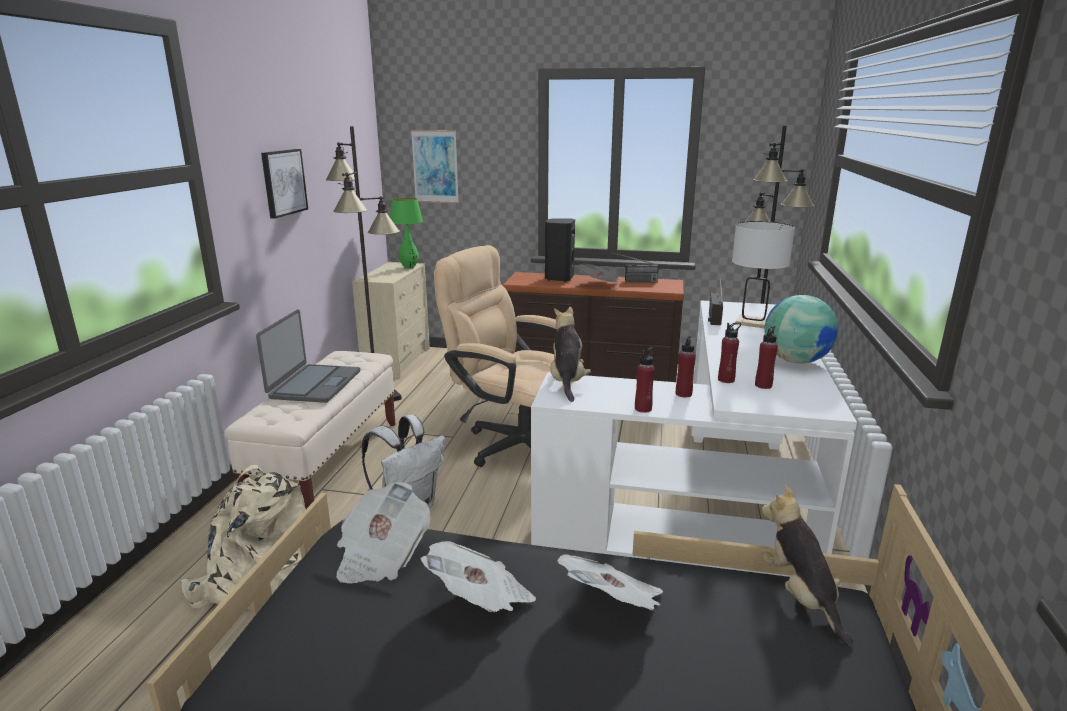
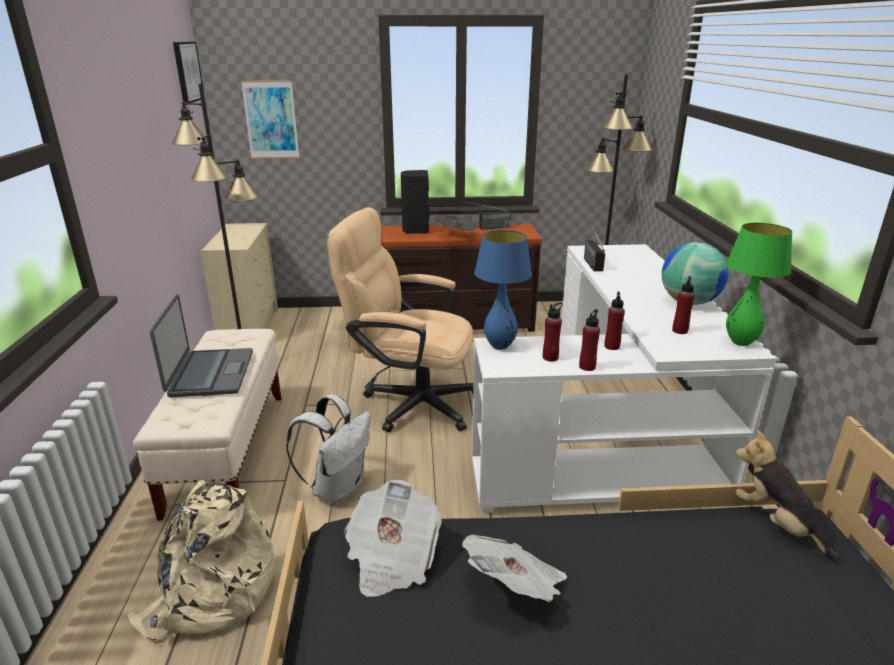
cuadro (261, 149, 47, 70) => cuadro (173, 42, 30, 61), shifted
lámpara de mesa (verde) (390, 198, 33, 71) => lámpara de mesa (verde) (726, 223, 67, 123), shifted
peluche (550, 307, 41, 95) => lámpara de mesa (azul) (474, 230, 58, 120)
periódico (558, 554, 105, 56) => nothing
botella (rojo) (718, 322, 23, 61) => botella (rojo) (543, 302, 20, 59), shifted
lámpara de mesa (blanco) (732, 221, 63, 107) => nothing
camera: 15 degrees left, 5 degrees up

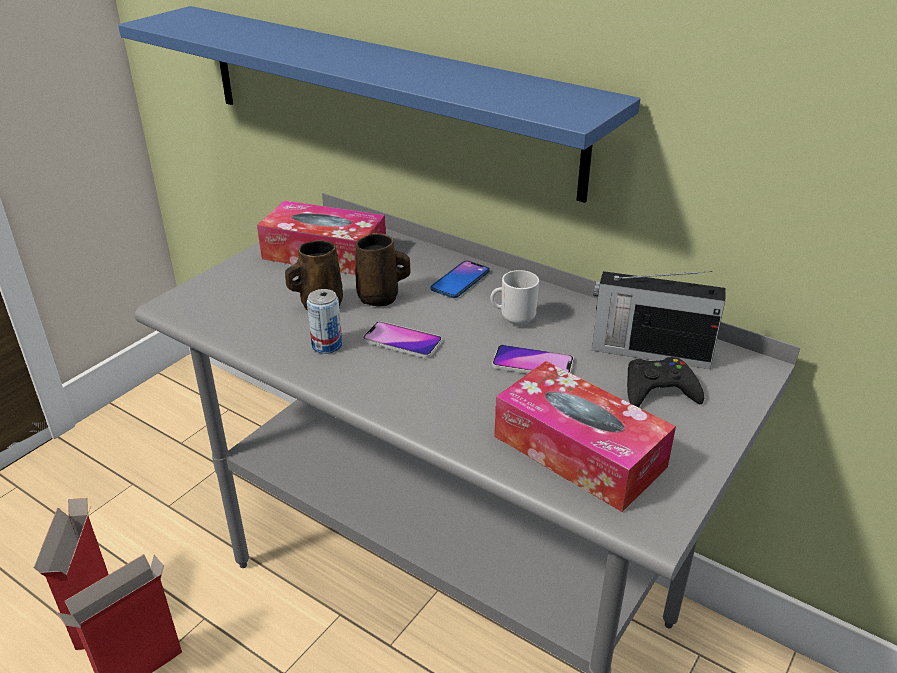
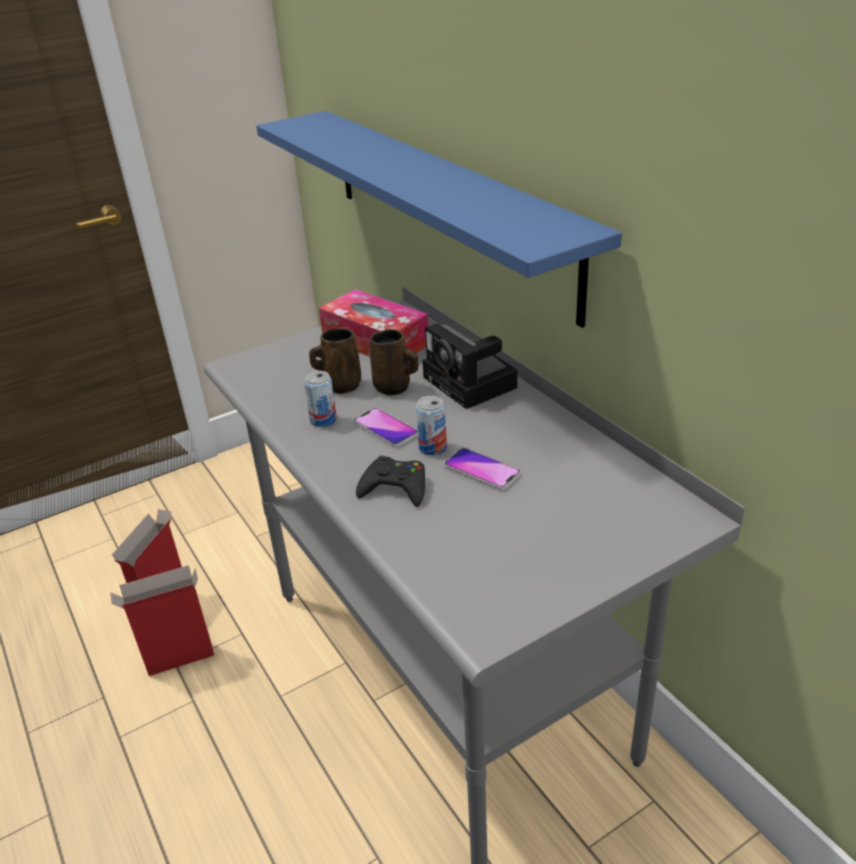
móvil (430, 261, 60, 37) => cámara (423, 323, 95, 86)
taza grande (490, 270, 49, 56) => nothing
caja de pañuelos (494, 361, 182, 151) => nothing
radio (592, 271, 134, 98) => nothing
mando de consola (negro) (627, 357, 77, 50) => mando de consola (negro) (356, 456, 69, 51), shifted
nothing => lata (416, 396, 31, 60)
camera: 25 degrees right, 0 degrees up

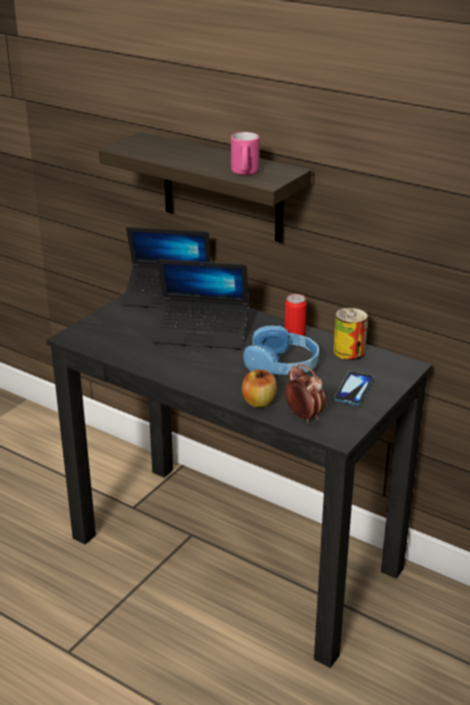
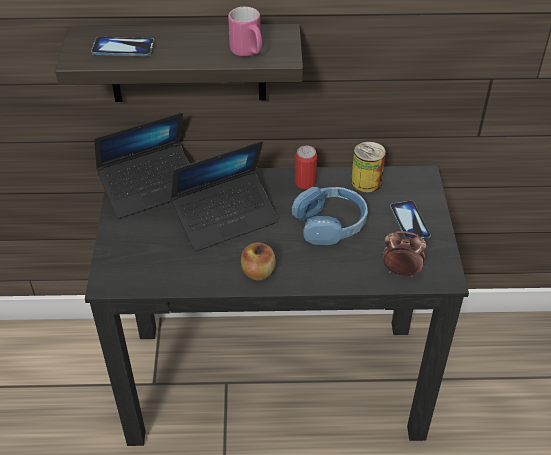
manzana (242, 369, 35, 38) => manzana (241, 243, 35, 37), shifted
nothing => móvil (91, 37, 64, 19)
camera: 35 degrees left, 15 degrees up

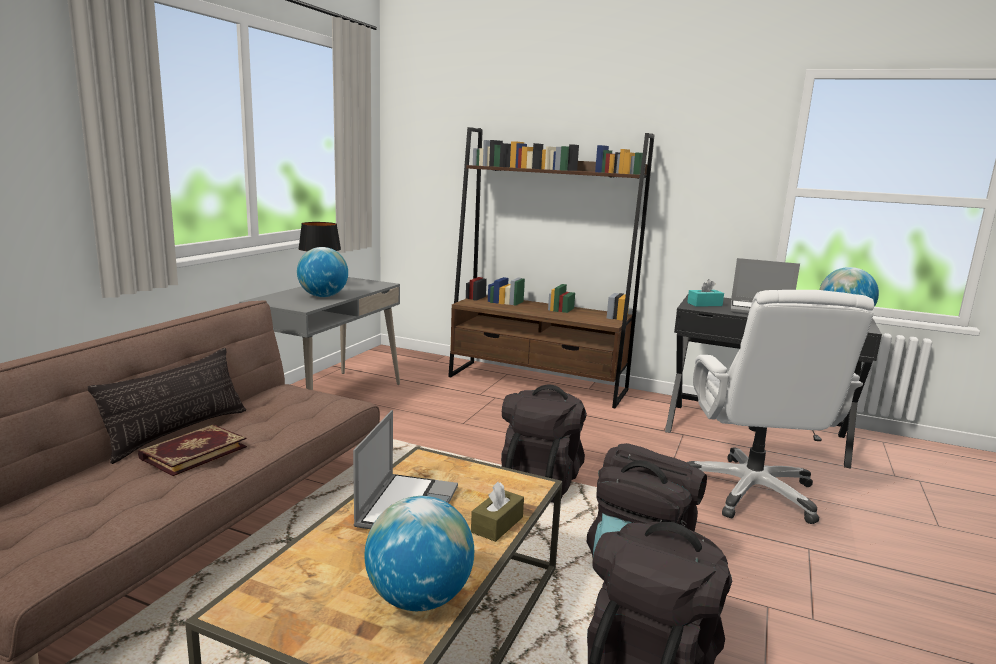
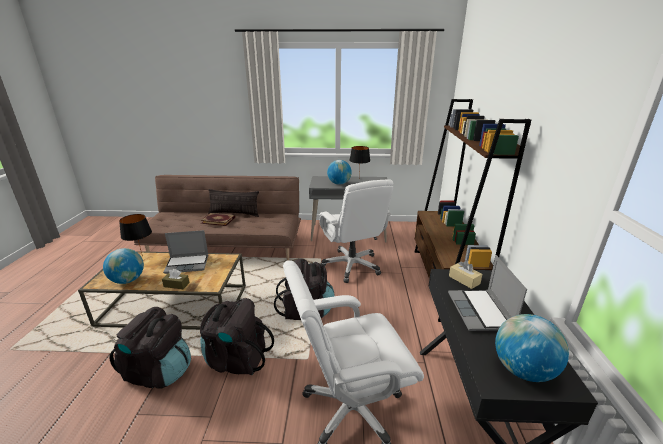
caja de pañuelos (turquesa) (687, 279, 37, 28) => caja de pañuelos (beis) (449, 260, 33, 29)
nothing => lámpara de mesa (negro) (119, 214, 33, 42)
nothing => silla de oficina (blanco) (319, 179, 75, 104)
camera: 70 degrees right, 10 degrees up

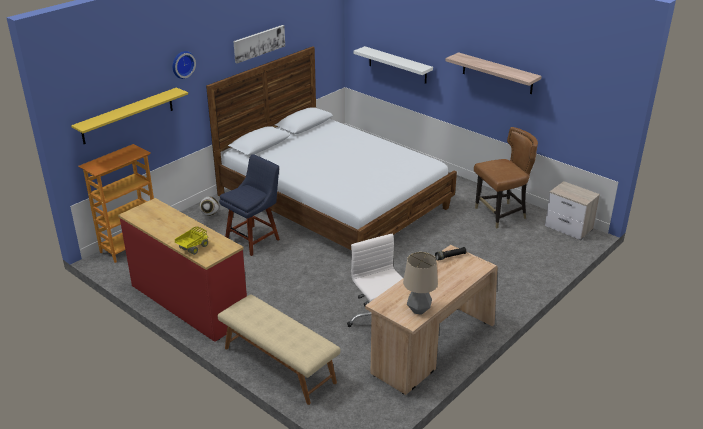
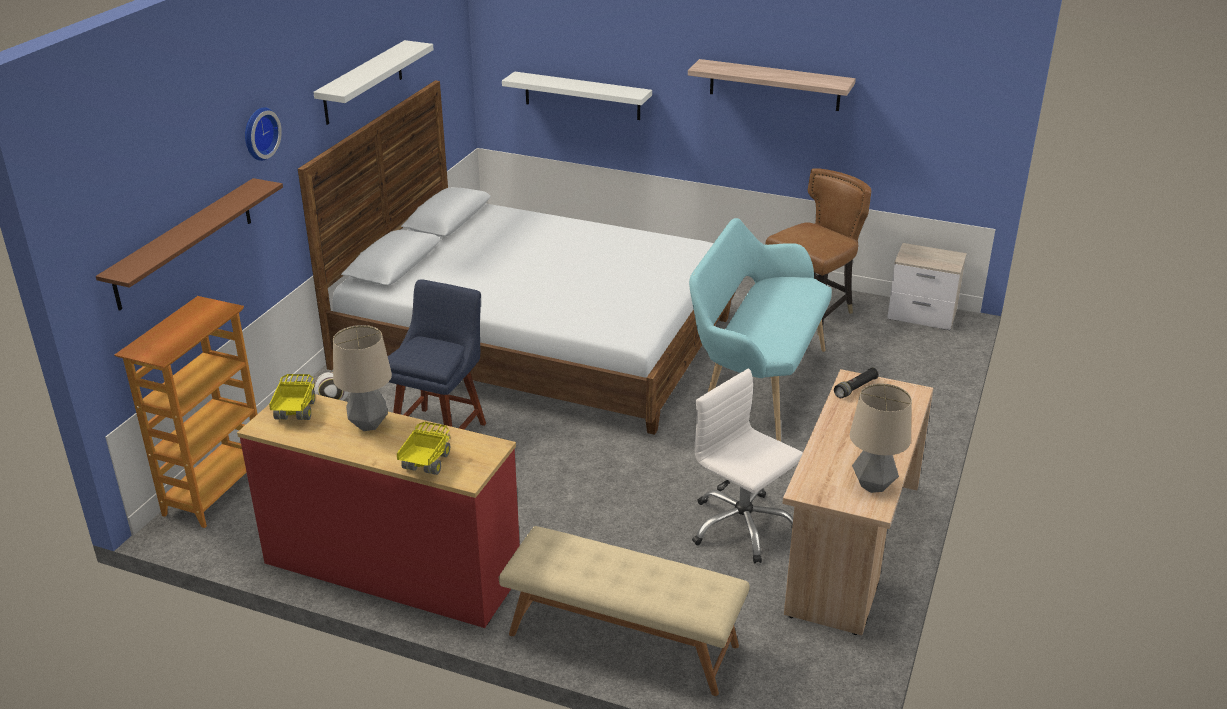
estante (amarillo) (71, 87, 117, 57) => estante (marrón) (96, 178, 187, 133)
cuadro (233, 25, 52, 38) => estante (blanco) (313, 40, 121, 85)
nothing => camión de juguete (269, 374, 46, 46)
nothing => lámpara de mesa (333, 325, 59, 106)
nothing => banco (turquesa) (689, 218, 143, 224)
camera: 20 degrees left, 0 degrees up

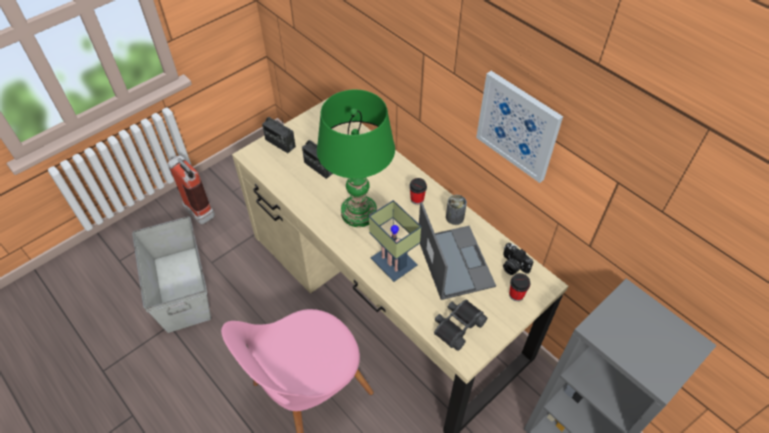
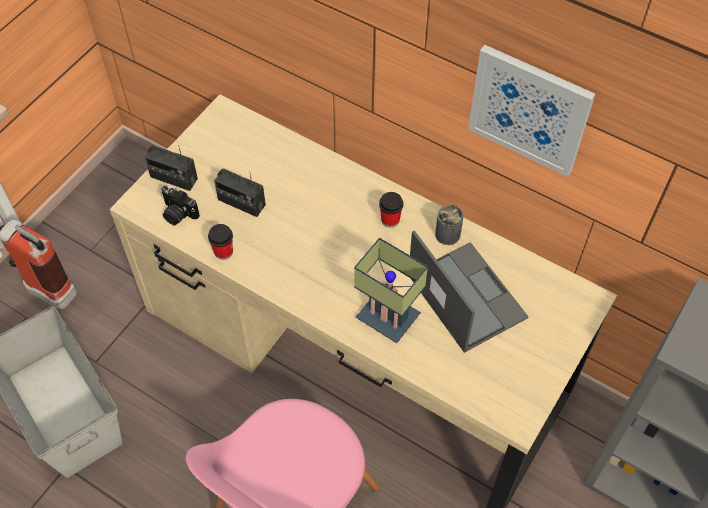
lámpara de mesa (verde) (317, 90, 78, 137) => nothing
prismáticos (negro) (434, 300, 53, 51) => nothing
cámara (503, 243, 30, 32) => cámara (160, 186, 40, 39), shifted
taza (509, 273, 21, 28) => taza (208, 224, 25, 36), shifted
camera: 15 degrees left, 5 degrees up

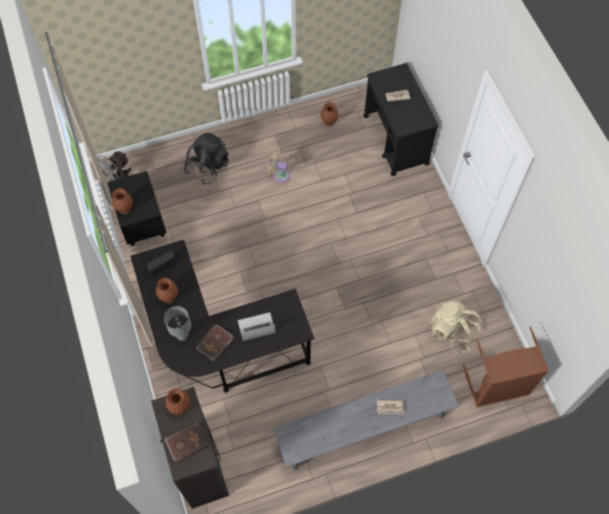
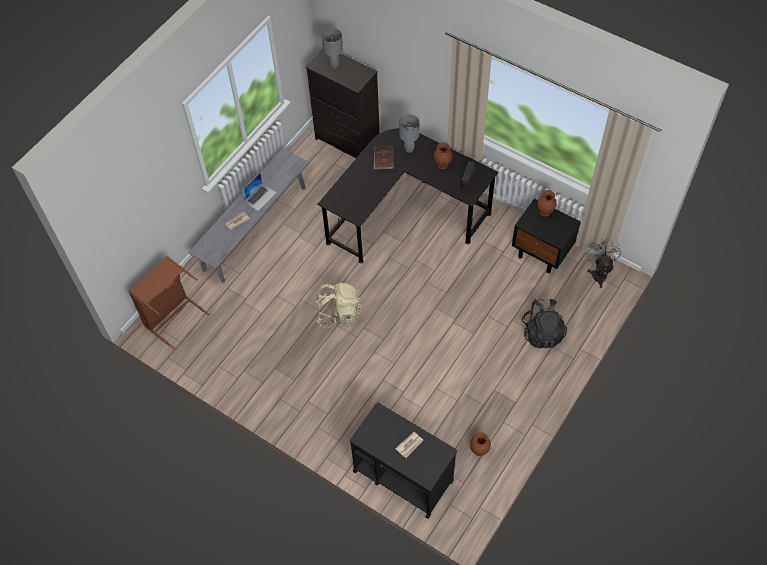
florero (marrón) (165, 388, 26, 27) => nothing
libro (marrón) (165, 423, 43, 39) => lámpara de mesa (gris) (322, 28, 21, 41)
portátil (238, 312, 38, 29) => portátil (241, 173, 36, 38), shifted
ventilador (beis) (268, 152, 22, 31) => nothing
mochila (beis) (430, 300, 52, 53) => mochila (beis) (316, 283, 46, 45), shifted
camera: 145 degrees right, 5 degrees down

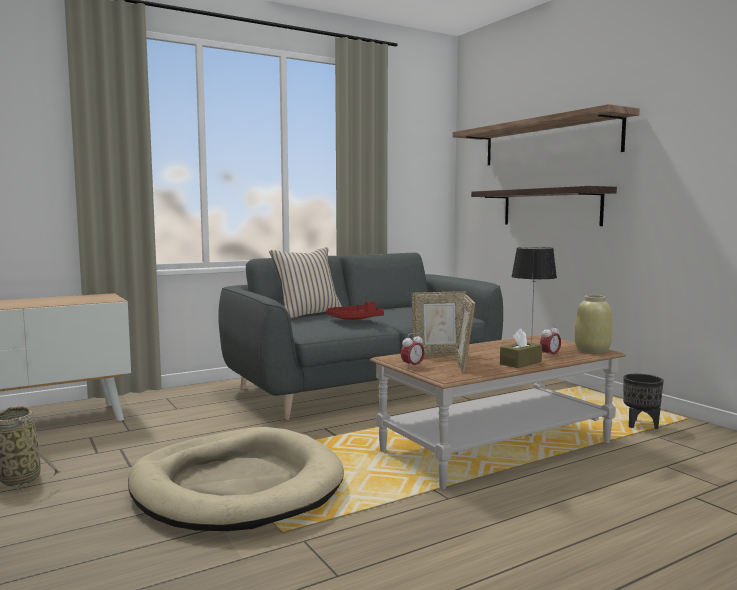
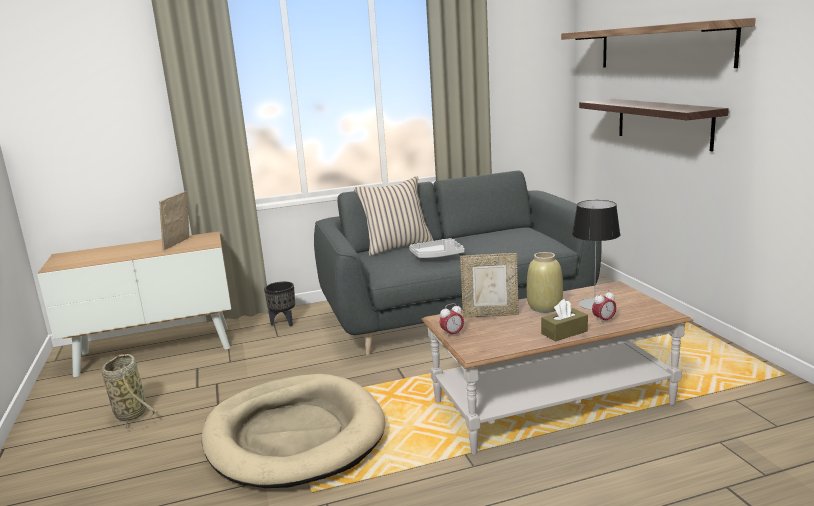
bandeja (rojo) (327, 301, 57, 19) => bandeja (gris) (409, 238, 55, 20)
portarretratos (455, 295, 20, 78) => portarretratos (159, 191, 30, 59), shifted
florero (beis) (575, 295, 37, 58) => florero (beis) (527, 252, 36, 61), shifted
maceta (negro) (623, 374, 41, 55) => maceta (negro) (264, 282, 31, 45), shifted
camera: 15 degrees right, 10 degrees up

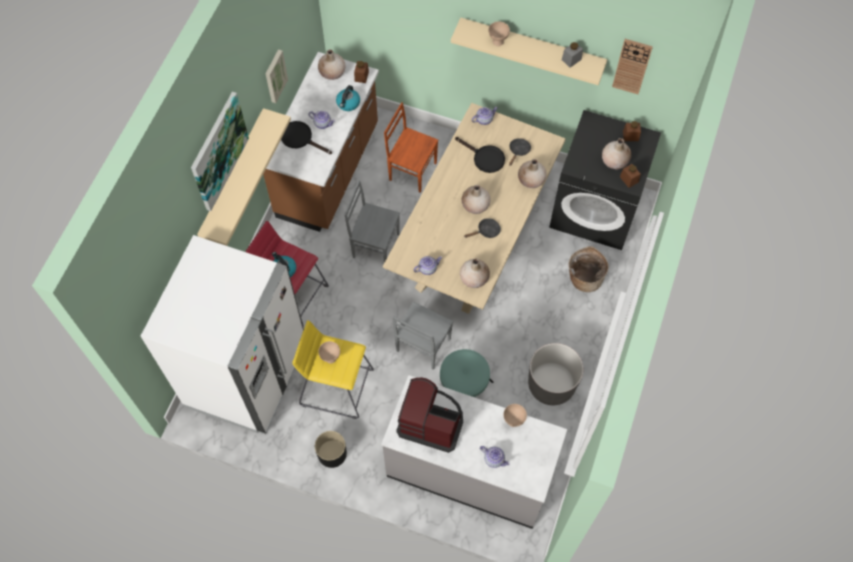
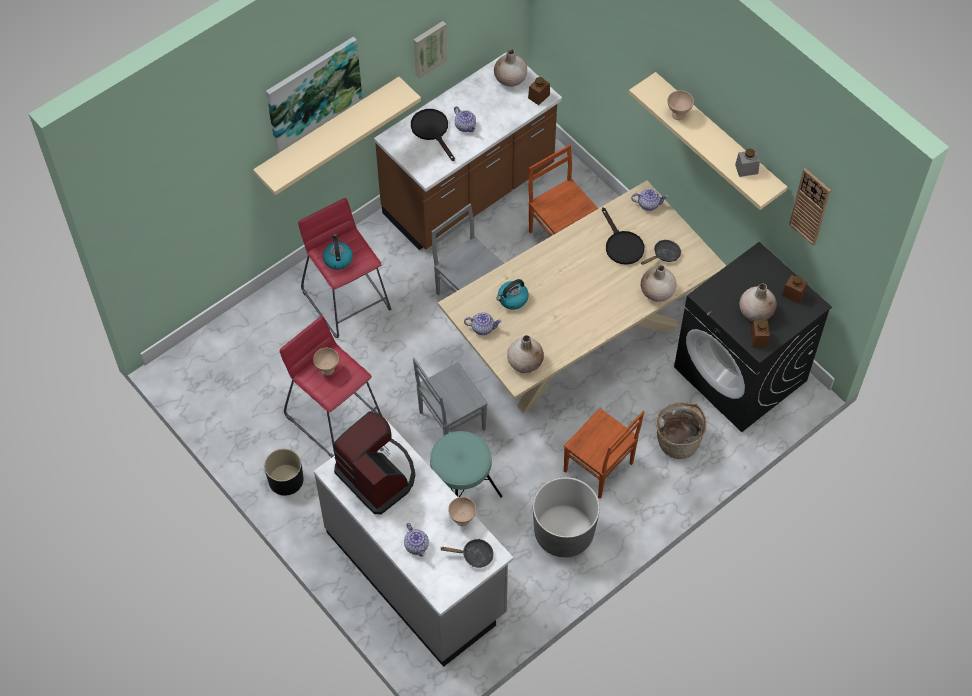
nevera (blanco) (141, 235, 163, 199) => nothing
taburete (amarillo) (292, 320, 82, 99) => taburete (rojo) (280, 316, 103, 142)
hervidor (336, 85, 24, 26) => hervidor (496, 279, 33, 31), shifted
florero (beis) (462, 185, 29, 29) => nothing
sartén (negro) (465, 218, 36, 20) => sartén (negro) (440, 539, 54, 29), shifted
nothing => silla (marrón) (564, 408, 81, 91)
camera: 30 degrees right, 5 degrees down

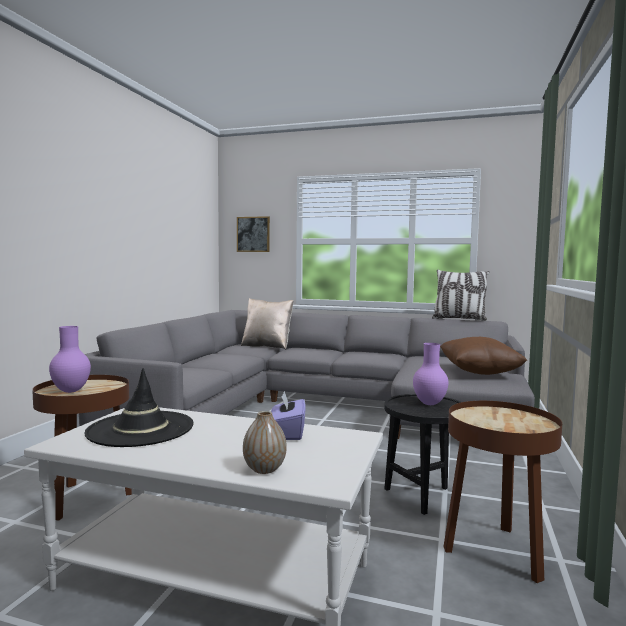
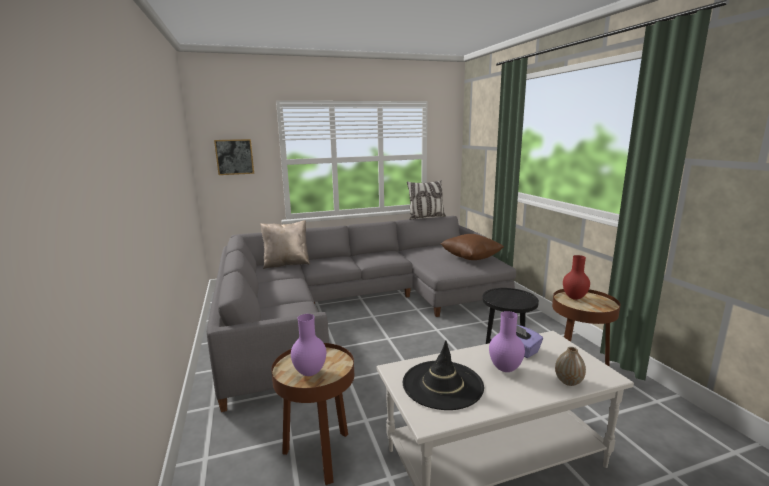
florero (morado) (413, 343, 36, 62) => florero (morado) (489, 311, 36, 61), shifted
nothing => florero (rojo) (563, 255, 27, 45)
camera: 35 degrees left, 10 degrees up

